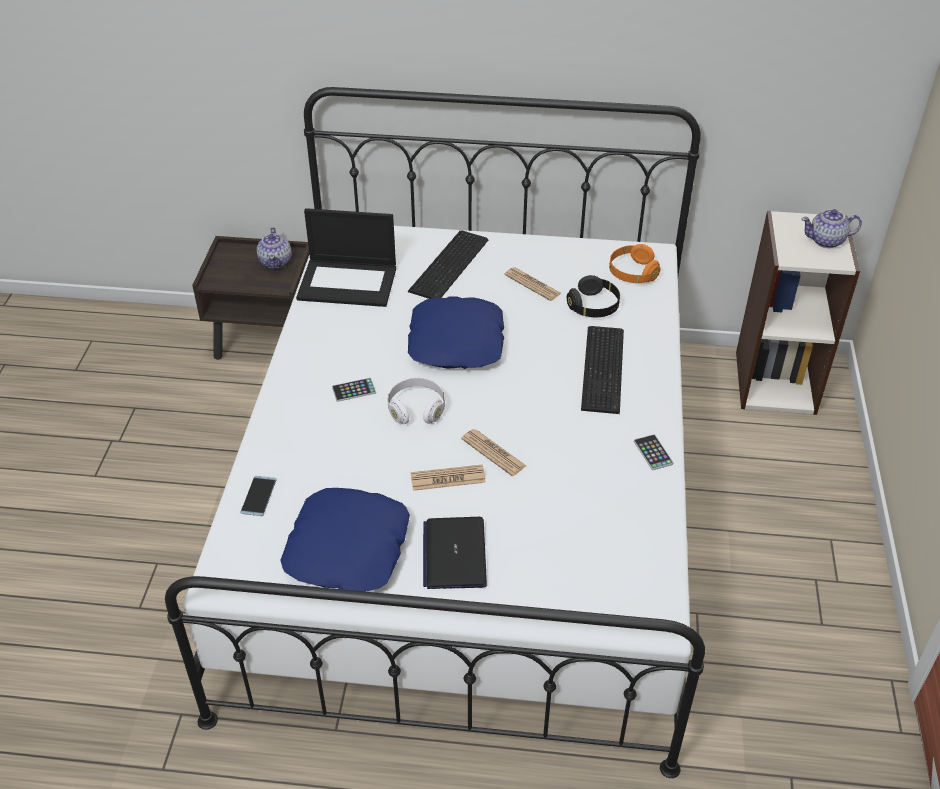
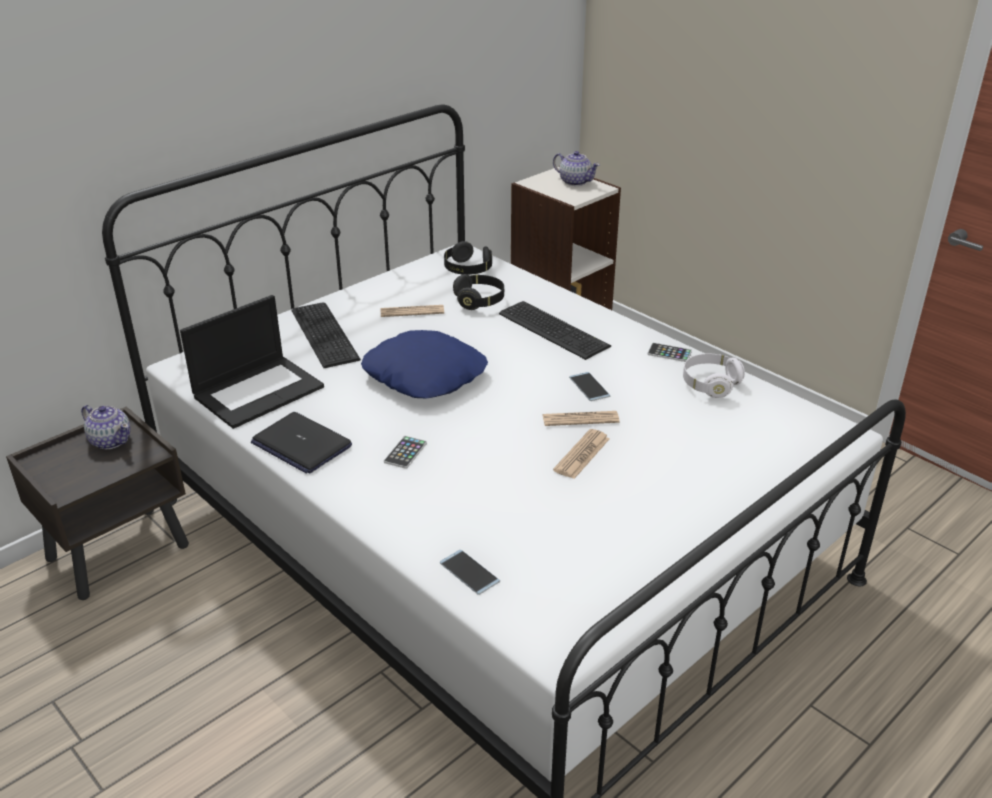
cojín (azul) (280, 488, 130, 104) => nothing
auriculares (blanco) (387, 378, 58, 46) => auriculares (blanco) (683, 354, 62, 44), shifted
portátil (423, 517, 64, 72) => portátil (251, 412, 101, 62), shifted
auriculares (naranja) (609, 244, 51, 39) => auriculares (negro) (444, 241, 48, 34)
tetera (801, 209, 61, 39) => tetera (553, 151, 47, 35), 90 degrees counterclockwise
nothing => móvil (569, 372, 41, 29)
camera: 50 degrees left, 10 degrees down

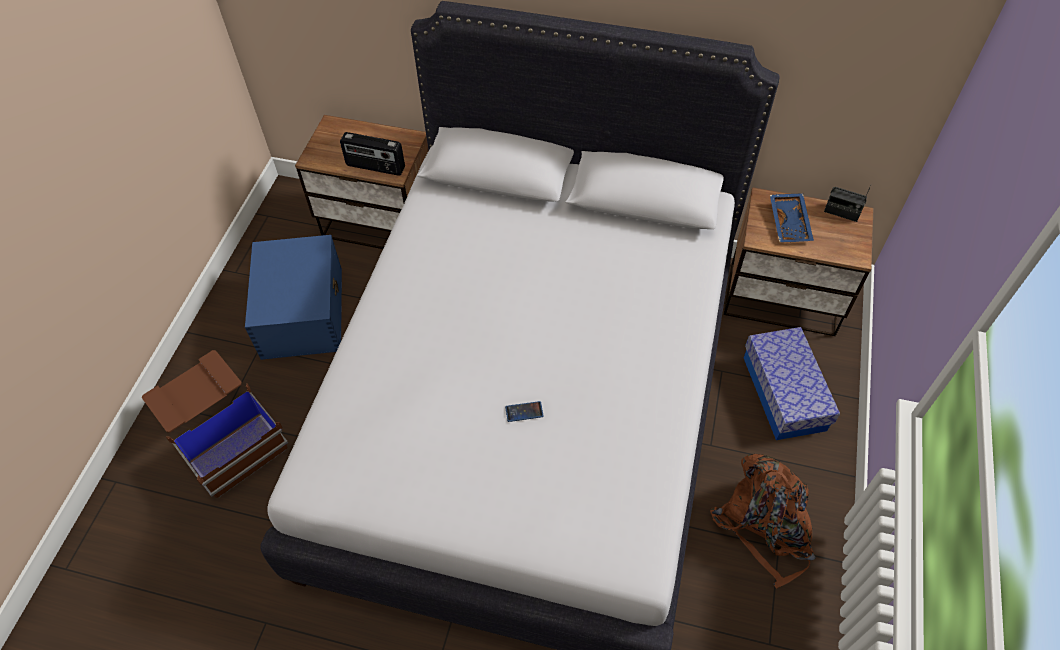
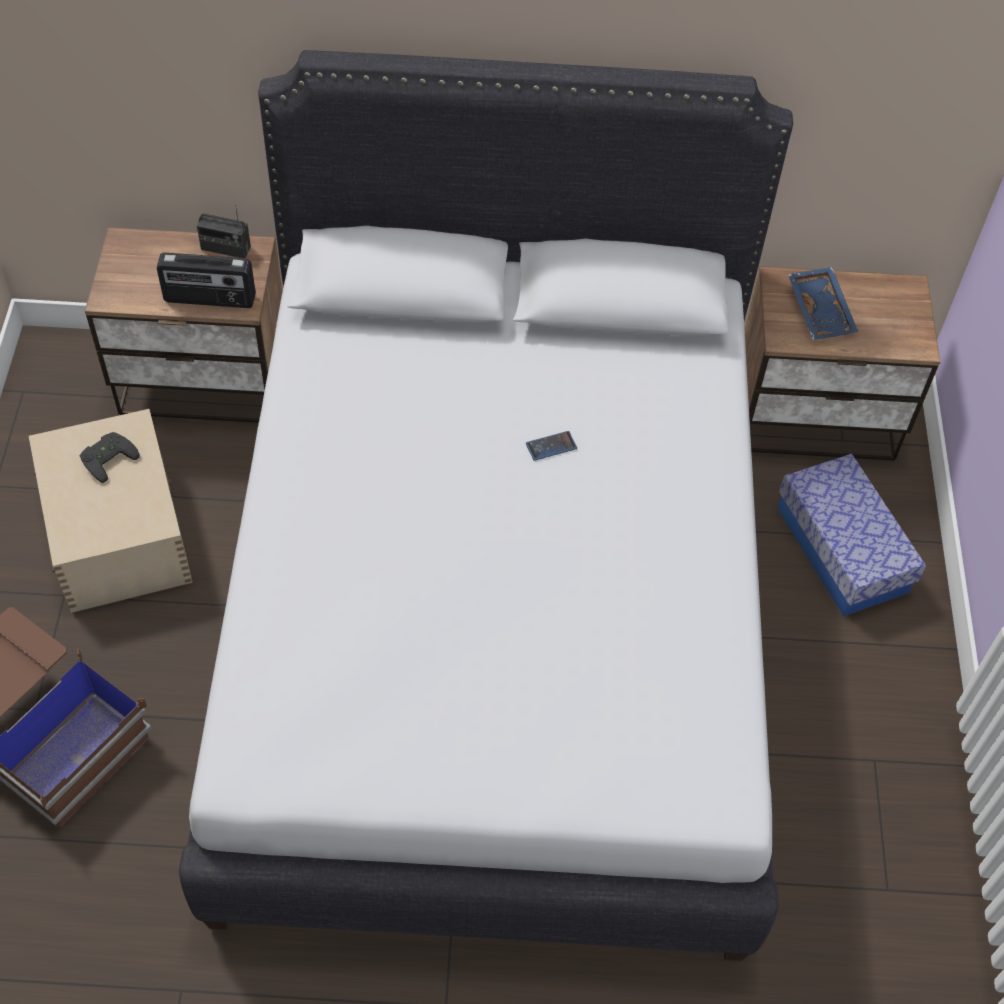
caja de almacenaje (azul) (245, 235, 97, 125) => caja de almacenaje (beis) (29, 409, 164, 204)
móvil (505, 401, 39, 21) => móvil (526, 431, 51, 30), shifted
mochila (marrón) (710, 454, 106, 135) => nothing
radio (824, 186, 47, 36) => radio (197, 205, 54, 53), shifted
nothing => mando de consola (negro) (80, 432, 60, 51)
camera: 15 degrees left, 0 degrees up

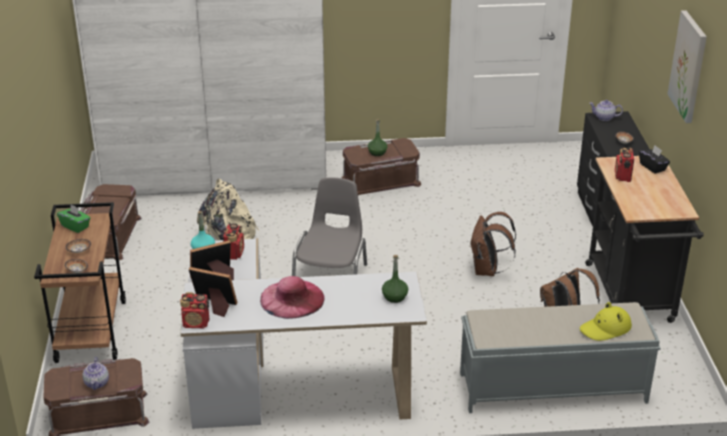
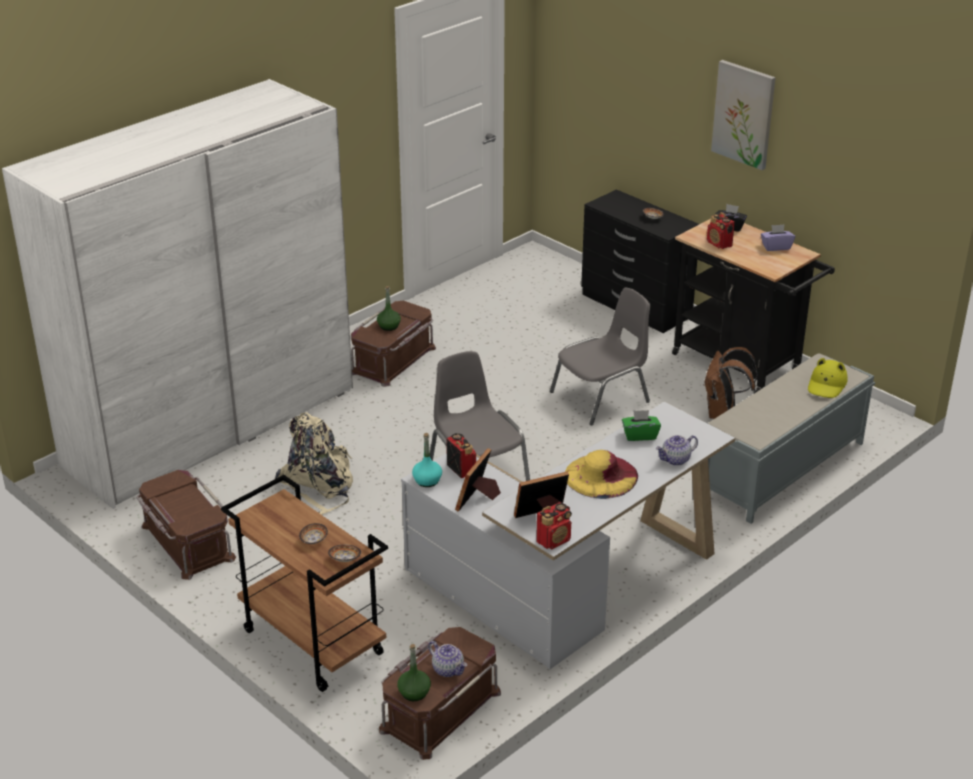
caja de pañuelos (verde) (57, 205, 33, 28) => caja de pañuelos (verde) (622, 410, 39, 31), shifted
sombrero (rosa) (260, 276, 65, 43) => sombrero (amarillo) (565, 450, 73, 49)
botella (verde) (382, 255, 26, 48) => botella (verde) (397, 644, 34, 57), shifted
mochila (marrón) (470, 212, 46, 64) => silla (gris) (550, 288, 100, 138)
tetera (589, 100, 34, 21) => tetera (656, 435, 42, 31), shifted
nothing => caja de pañuelos (morado) (761, 224, 34, 27)
camera: 40 degrees left, 0 degrees up

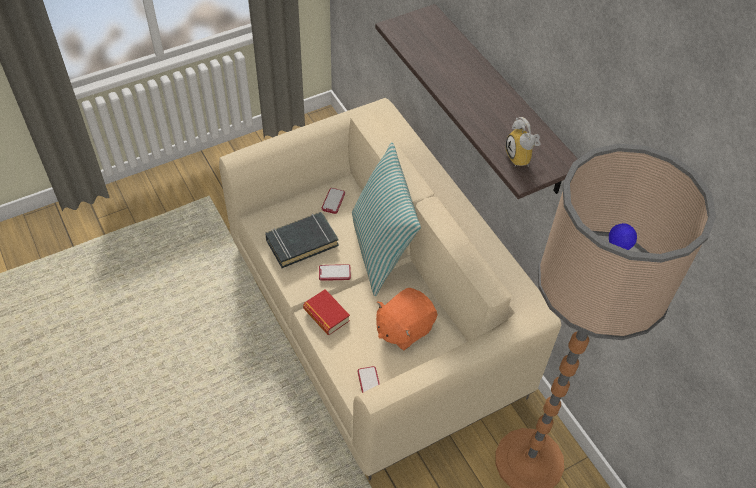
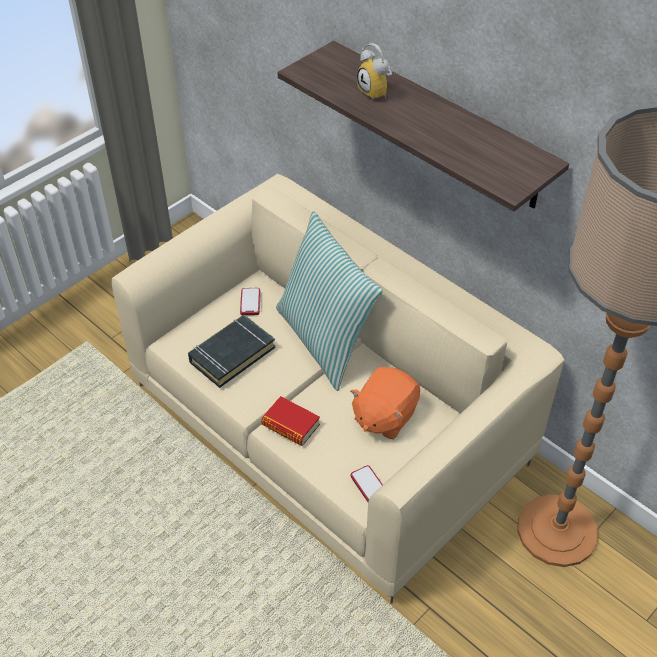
móvil (319, 264, 32, 17) => nothing
despertador (505, 117, 35, 49) => despertador (357, 43, 35, 58), shifted
camera: 15 degrees left, 5 degrees down

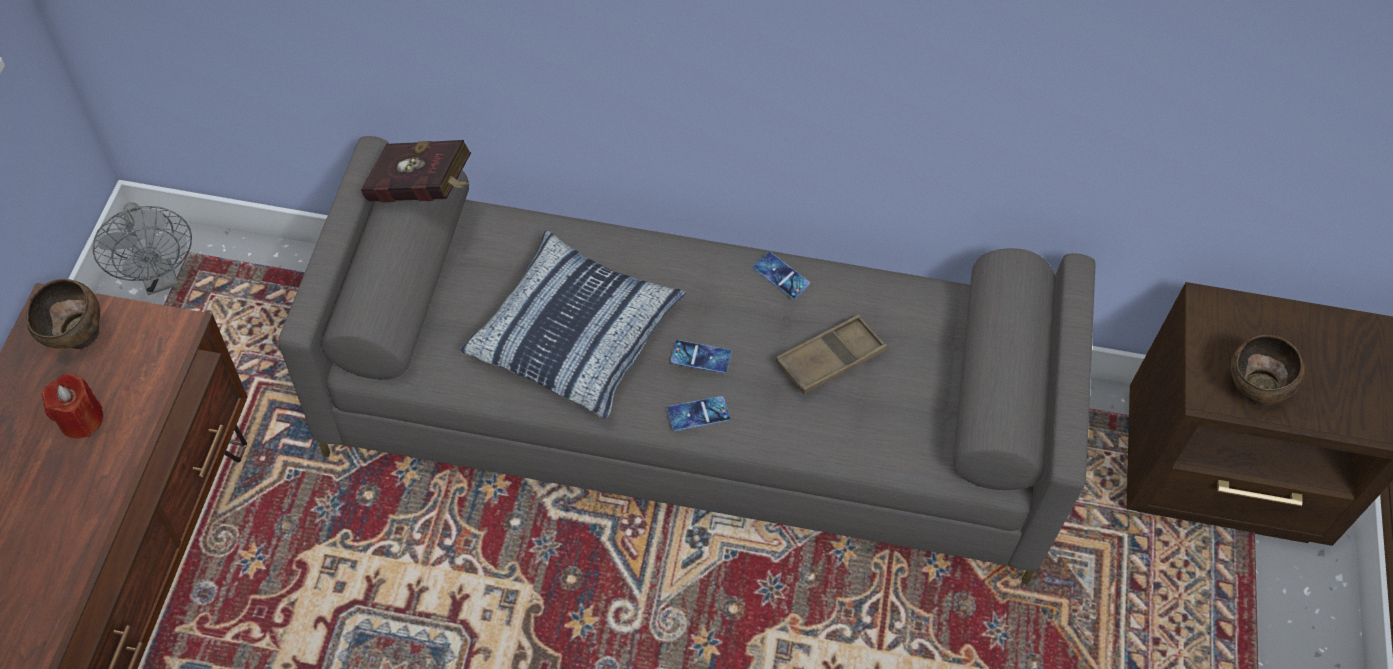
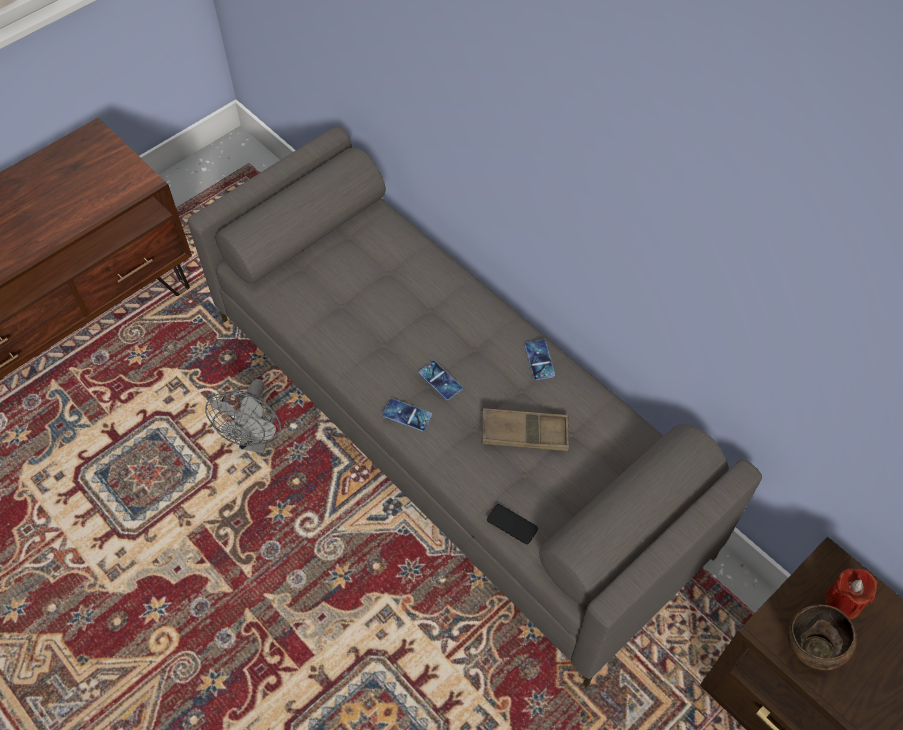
cuenco (marrón) (26, 279, 74, 70) => nothing
vela (rojo) (42, 373, 61, 65) => vela (rojo) (825, 568, 53, 51), shifted
ventilador (gris) (93, 202, 99, 93) => ventilador (gris) (205, 379, 76, 74), shifted
libro (rojo) (361, 140, 110, 63) => nothing
cojín (460, 230, 226, 189) => nothing
nothing => móvil (487, 504, 51, 40)
camera: 40 degrees right, 0 degrees up

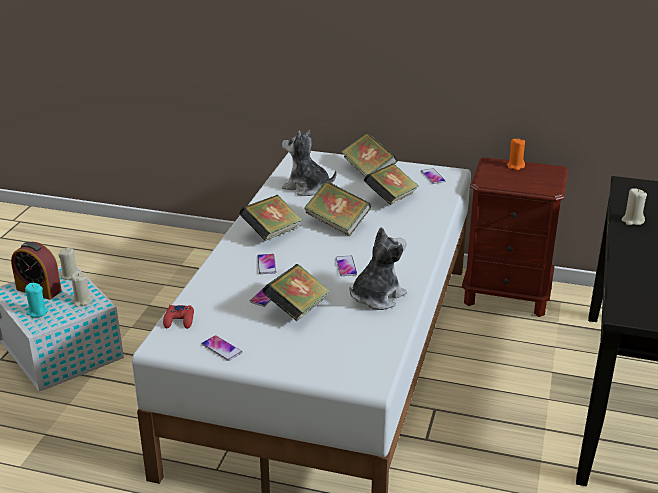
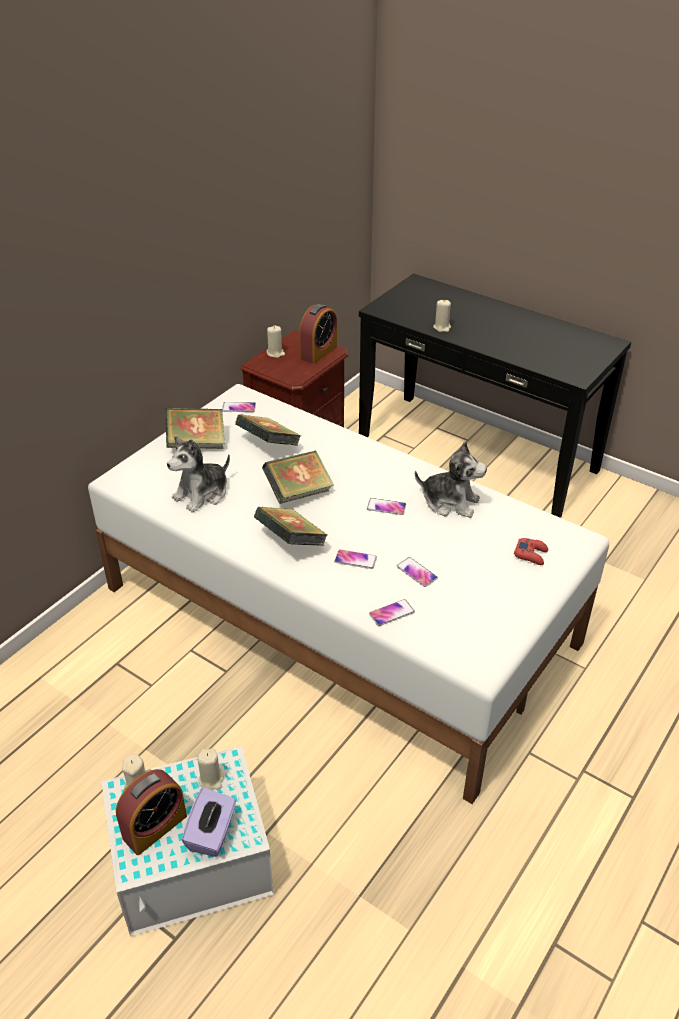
vela (turquesa) (25, 283, 23, 35) => caja de pañuelos (morado) (182, 787, 54, 70)
mando de consola (rojo) (163, 305, 31, 24) => mando de consola (rojo) (514, 538, 34, 27), shifted
móvil (202, 335, 40, 26) => móvil (369, 599, 46, 27), shifted
libro (262, 264, 68, 57) => nothing
peluche (350, 227, 57, 83) => peluche (415, 442, 72, 76), 135 degrees clockwise
vela (naranja) (507, 139, 18, 31) => vela (beis) (267, 326, 18, 32)
nothing => despertador (299, 304, 38, 60)
camera: 70 degrees left, 10 degrees up

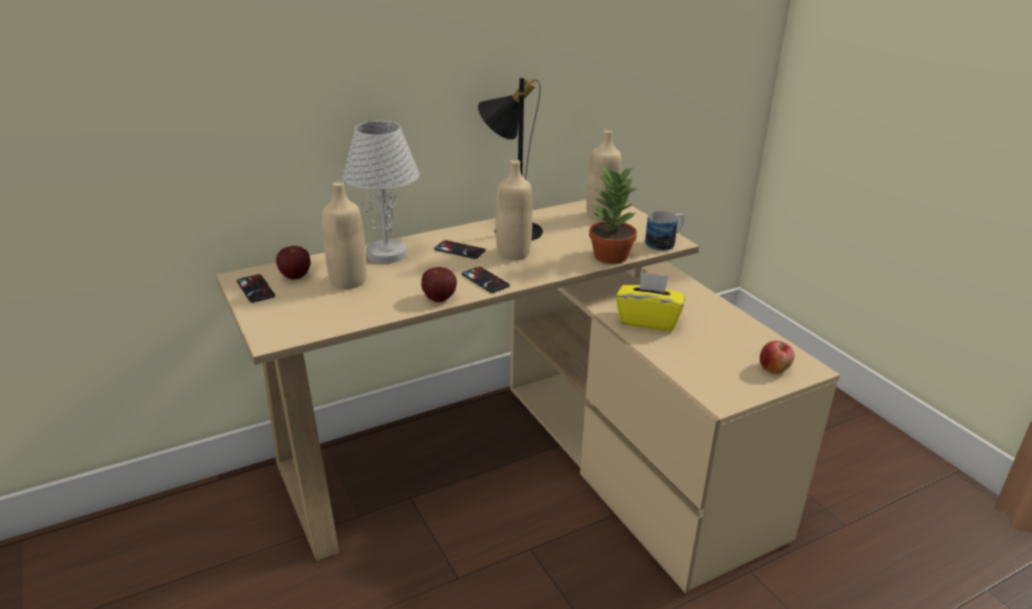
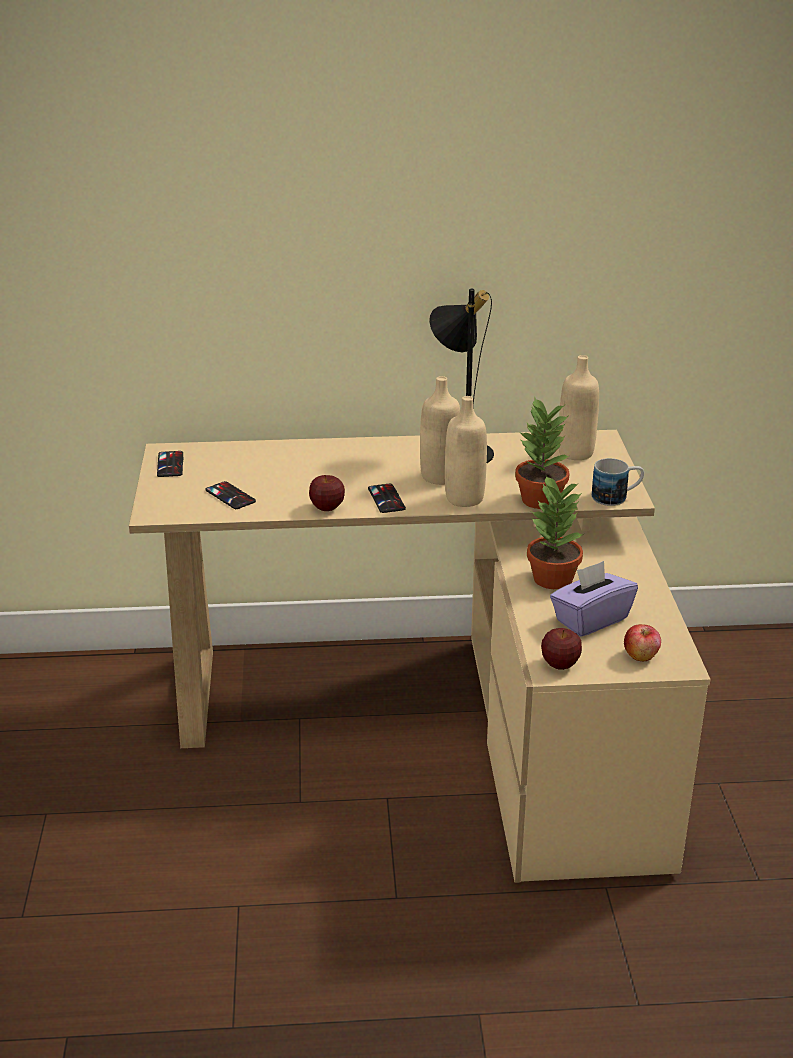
manzana (276, 246, 35, 33) => manzana (541, 628, 41, 42), shifted
botella (beis) (322, 182, 44, 107) => botella (beis) (445, 396, 42, 111), shifted
lámpara de mesa (blanco) (342, 121, 77, 142) => nothing
móvil (434, 240, 51, 19) => móvil (206, 481, 50, 28), shifted
caja de pañuelos (amarillo) (616, 271, 69, 61) => planta en maceta (527, 475, 57, 114)
nothing => caja de pañuelos (morado) (550, 561, 88, 76)
camera: 25 degrees right, 0 degrees up

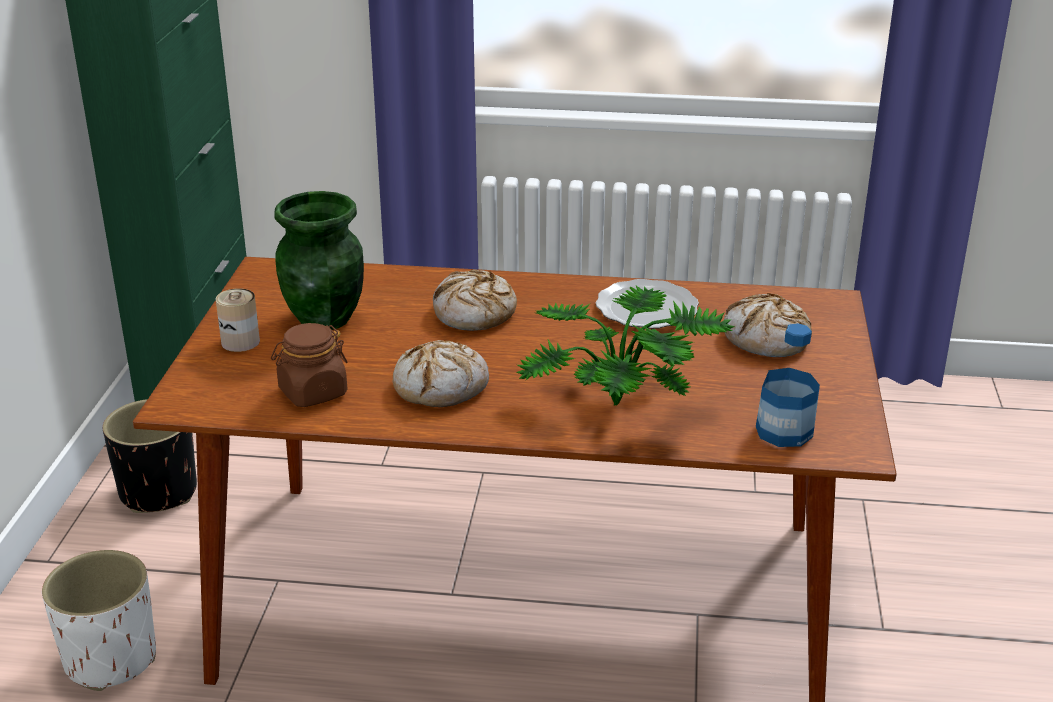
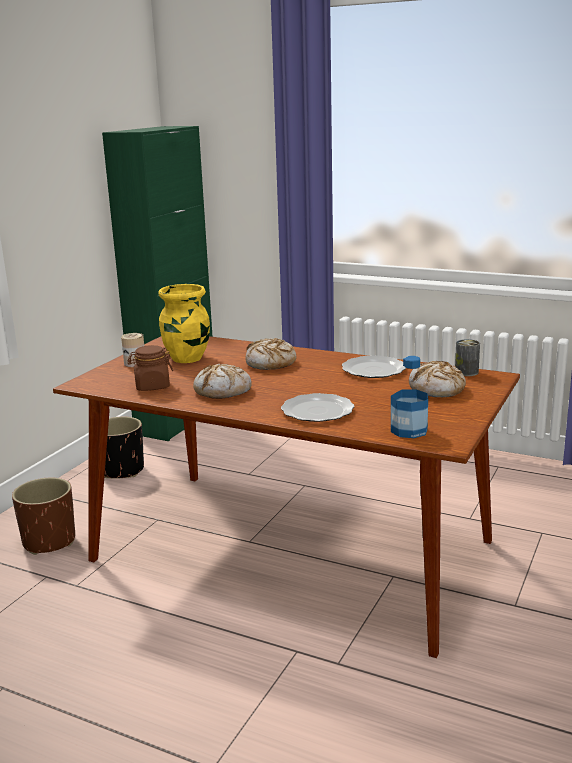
maceta (blanco) (42, 550, 114, 141) => maceta (marrón) (12, 477, 63, 78)
florero (verde) (274, 191, 90, 139) => florero (amarillo) (159, 284, 51, 79)
planta en maceta (516, 286, 219, 120) => plato (281, 393, 73, 29)
nothing => lata (455, 339, 25, 37)
camera: 20 degrees right, 10 degrees down

